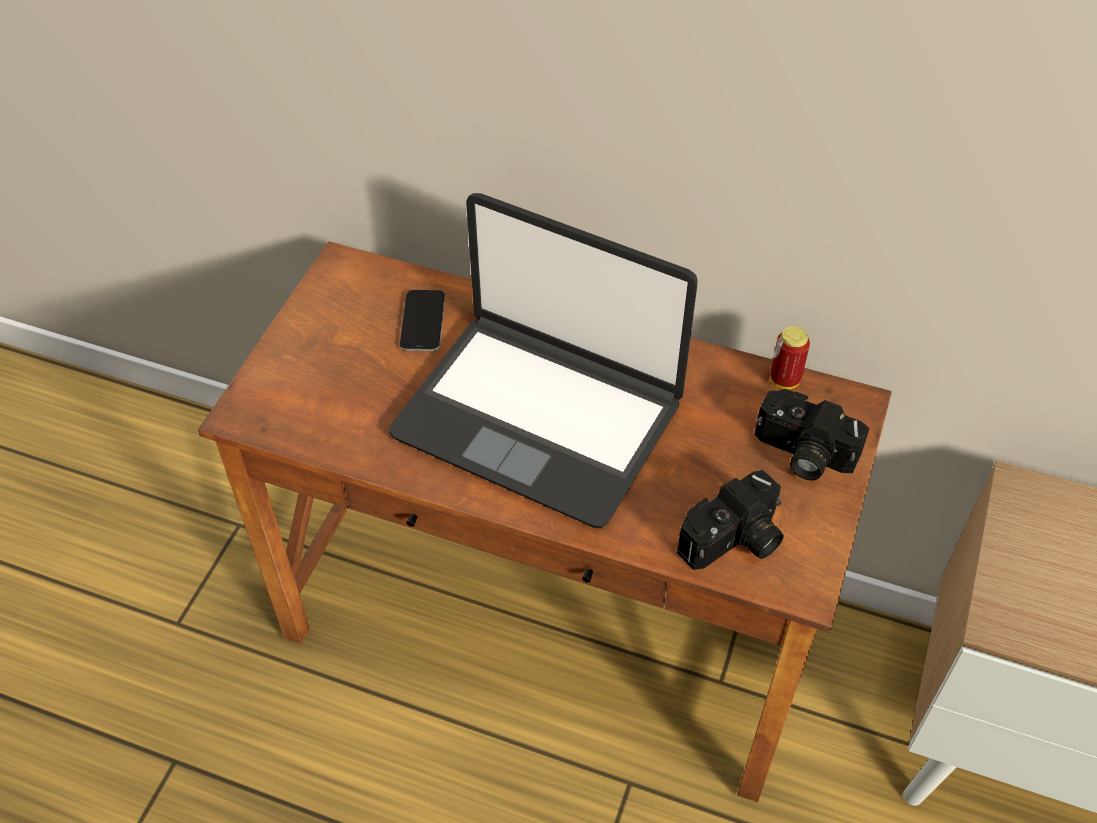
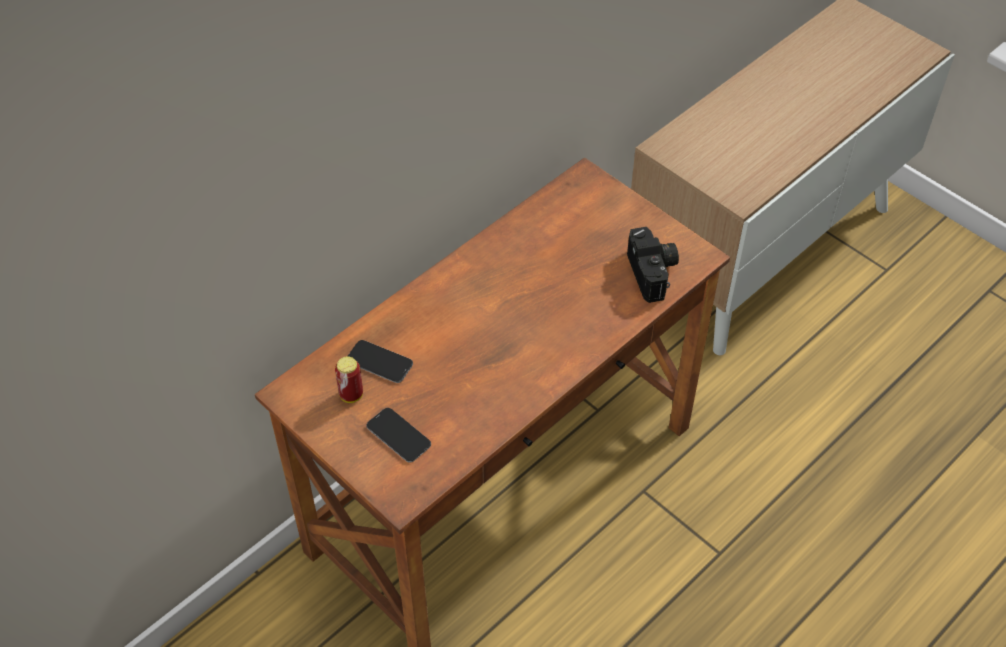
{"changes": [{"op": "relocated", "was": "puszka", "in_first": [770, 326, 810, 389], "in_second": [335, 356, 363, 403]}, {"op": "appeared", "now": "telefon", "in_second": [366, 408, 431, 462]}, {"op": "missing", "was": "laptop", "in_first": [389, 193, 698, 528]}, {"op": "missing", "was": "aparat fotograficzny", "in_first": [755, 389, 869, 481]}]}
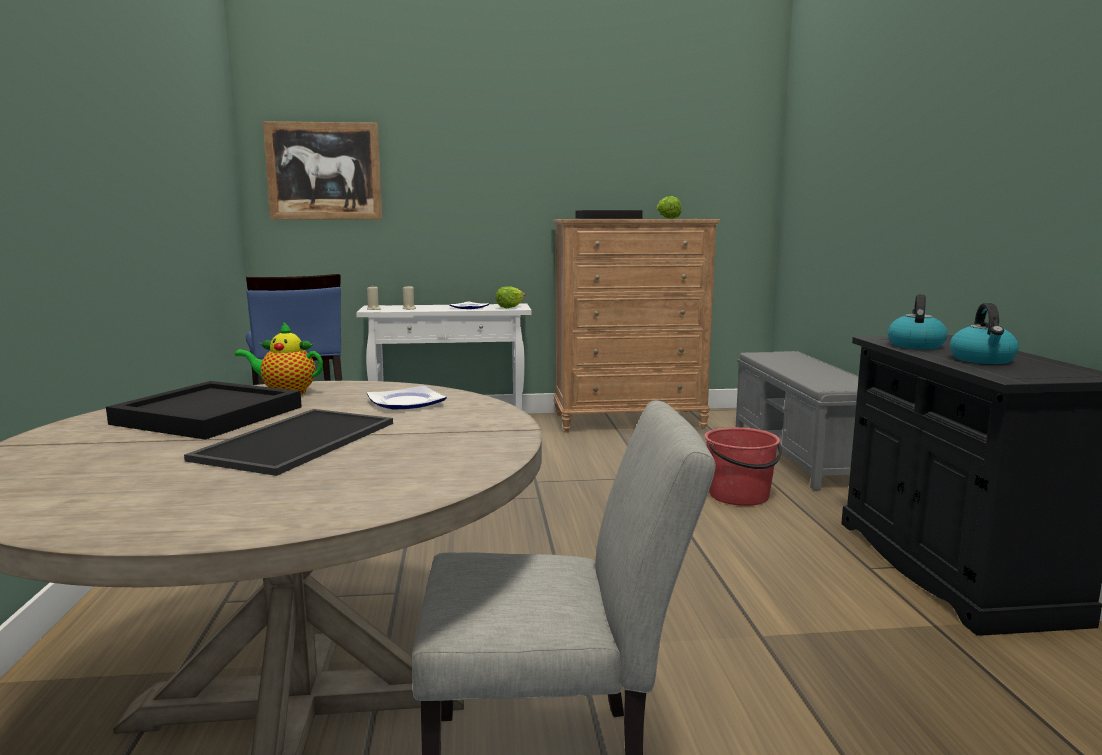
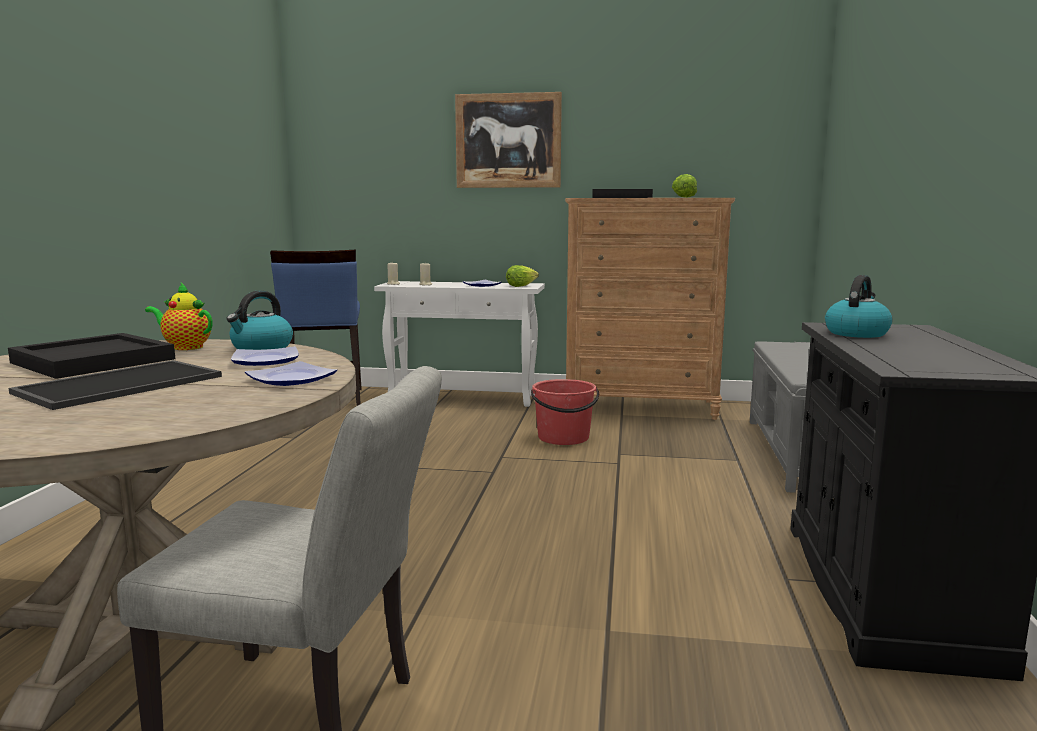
{"changes": [{"op": "relocated", "was": "czajnik", "in_first": [950, 303, 1019, 364], "in_second": [226, 291, 293, 350]}, {"op": "appeared", "now": "talerz", "in_second": [245, 361, 337, 386]}, {"op": "relocated", "was": "obraz", "in_first": [263, 121, 382, 219], "in_second": [455, 92, 562, 188]}, {"op": "relocated", "was": "wiadro [czerwony]", "in_first": [704, 427, 782, 506], "in_second": [531, 379, 599, 445]}]}
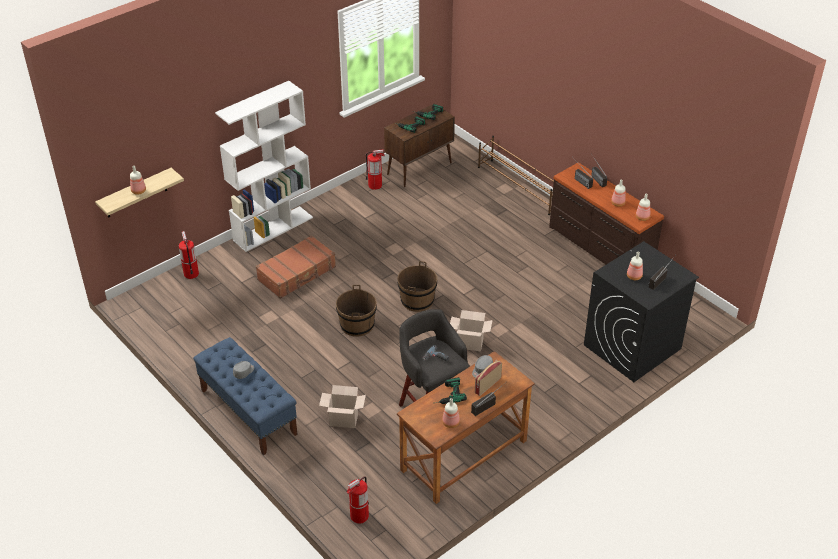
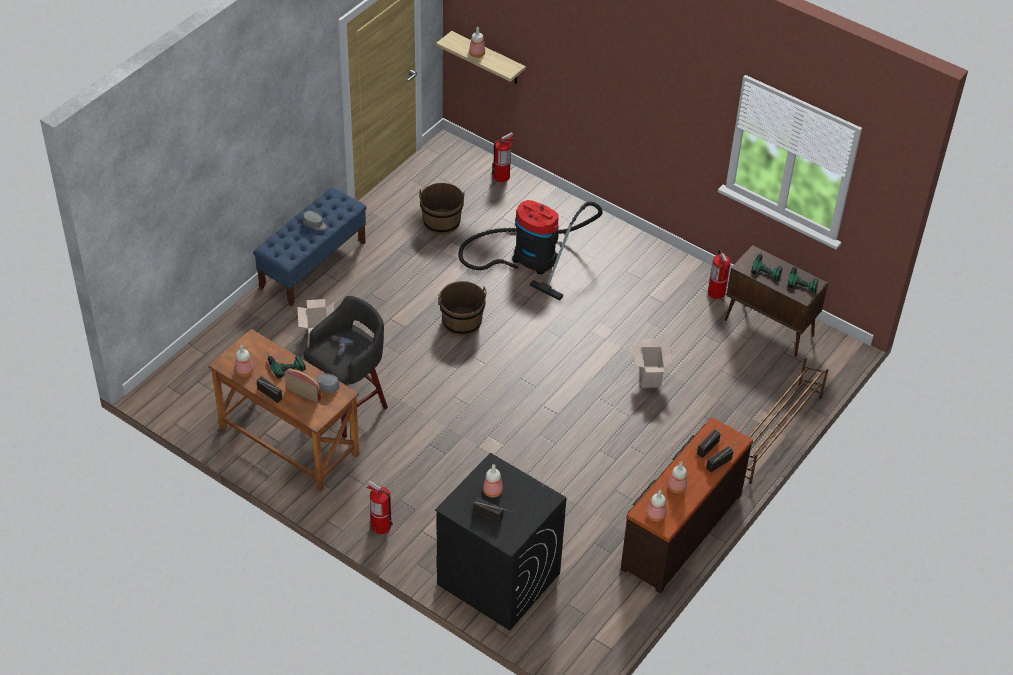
{"changes": [{"op": "relocated", "was": "gaśnica", "in_first": [346, 477, 369, 524], "in_second": [366, 480, 393, 534]}, {"op": "relocated", "was": "wiadro [brązowy]", "in_first": [398, 261, 437, 312], "in_second": [419, 183, 465, 234]}, {"op": "exchanged", "was": "walizka [brązowy]", "now": "odkurzacz", "in_first": [256, 235, 336, 299], "in_second": [458, 200, 603, 301]}, {"op": "relocated", "was": "karton", "in_first": [450, 310, 493, 351], "in_second": [633, 338, 673, 388]}, {"op": "missing", "was": "regał [biały]", "in_first": [215, 81, 313, 252]}]}
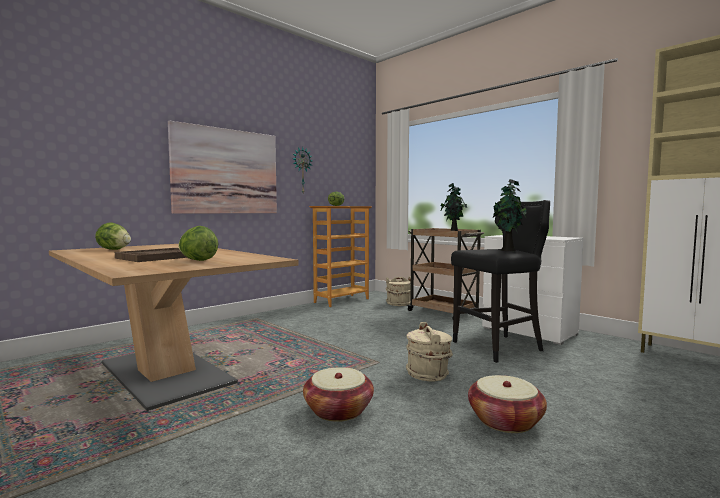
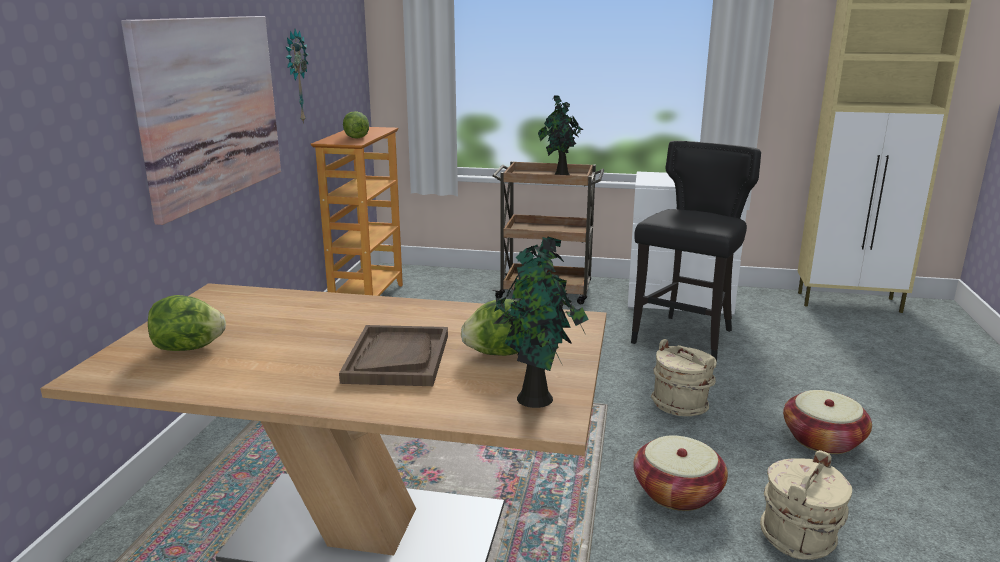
{"changes": [{"op": "relocated", "was": "roślina doniczkowa", "in_first": [493, 179, 527, 251], "in_second": [493, 236, 589, 408]}, {"op": "relocated", "was": "wiadro [beżowy]", "in_first": [386, 276, 411, 306], "in_second": [760, 450, 852, 560]}]}
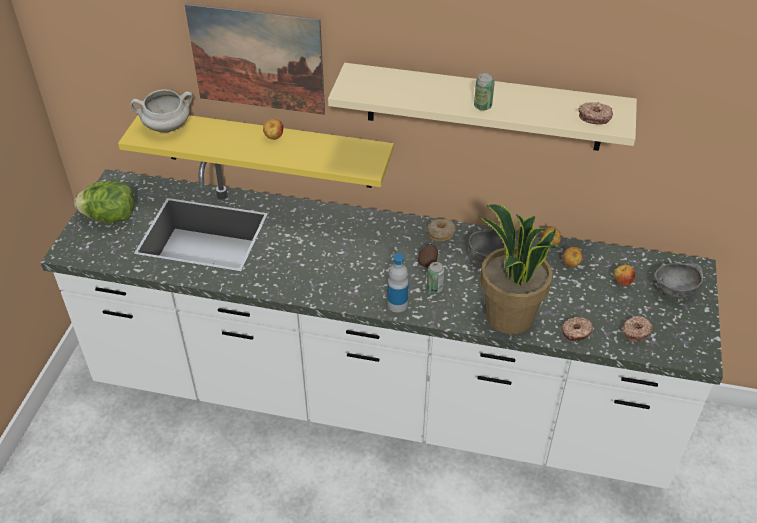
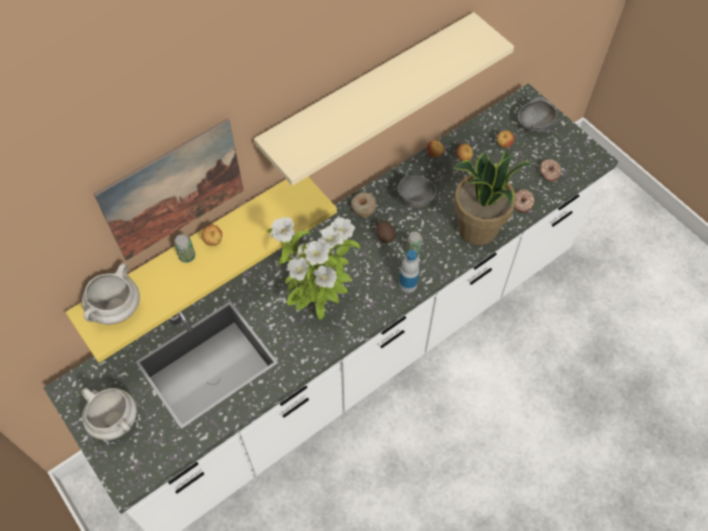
{"changes": [{"op": "exchanged", "was": "sałata", "now": "garnek [biały]", "in_first": [74, 180, 134, 223], "in_second": [81, 388, 137, 440]}, {"op": "relocated", "was": "puszka", "in_first": [474, 73, 495, 111], "in_second": [174, 234, 195, 263]}, {"op": "appeared", "now": "roślina doniczkowa", "in_second": [267, 217, 360, 320]}, {"op": "missing", "was": "donut", "in_first": [578, 102, 613, 124]}]}
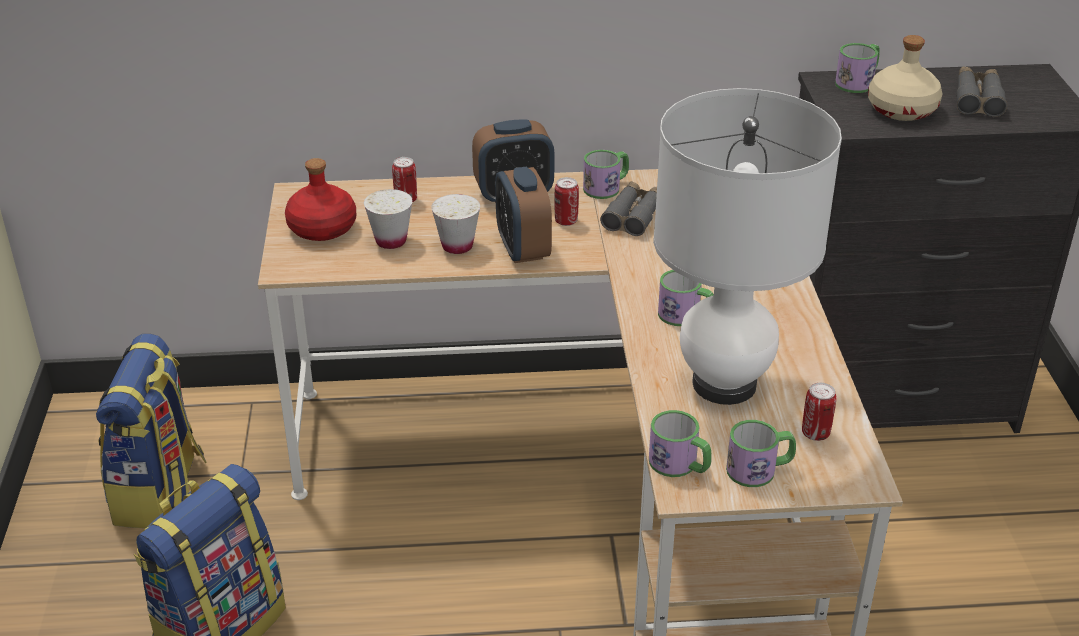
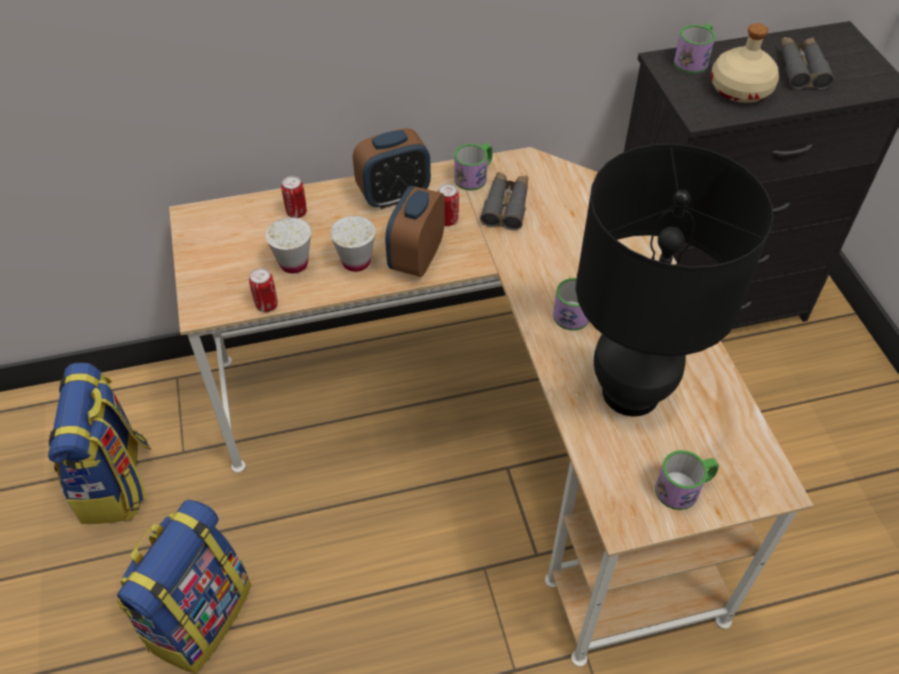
{"changes": [{"op": "relocated", "was": "puszka", "in_first": [802, 383, 837, 441], "in_second": [249, 268, 278, 312]}, {"op": "spun", "was": "budzik", "in_first": [495, 167, 552, 263], "in_second": [385, 186, 445, 277], "clockwise": 45}, {"op": "colour", "was": "lampa stołowa [biały]", "now": "lampa stołowa [czarny]", "in_first": [653, 88, 842, 405], "in_second": [576, 143, 774, 417]}, {"op": "missing", "was": "butelka [czerwony]", "in_first": [285, 158, 356, 241]}, {"op": "missing", "was": "kubek", "in_first": [649, 410, 712, 477]}]}
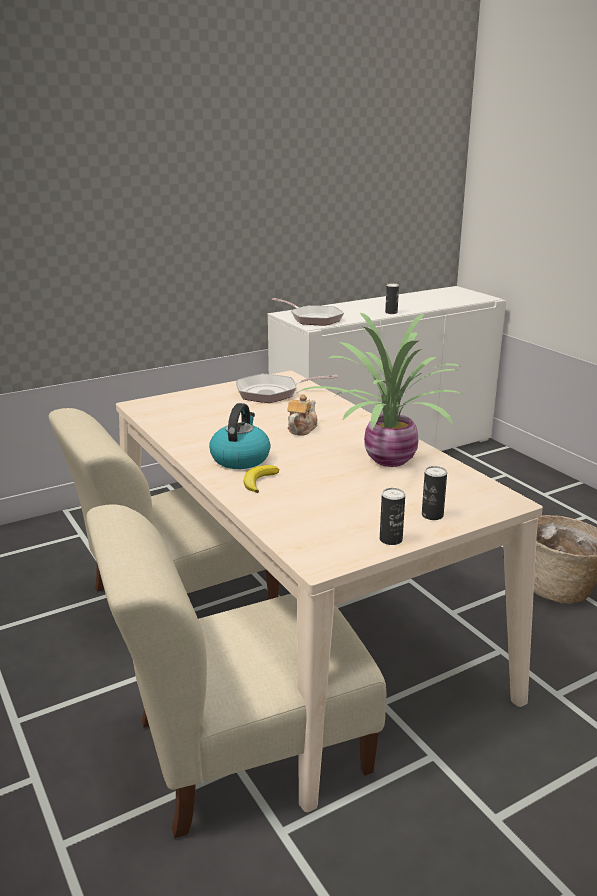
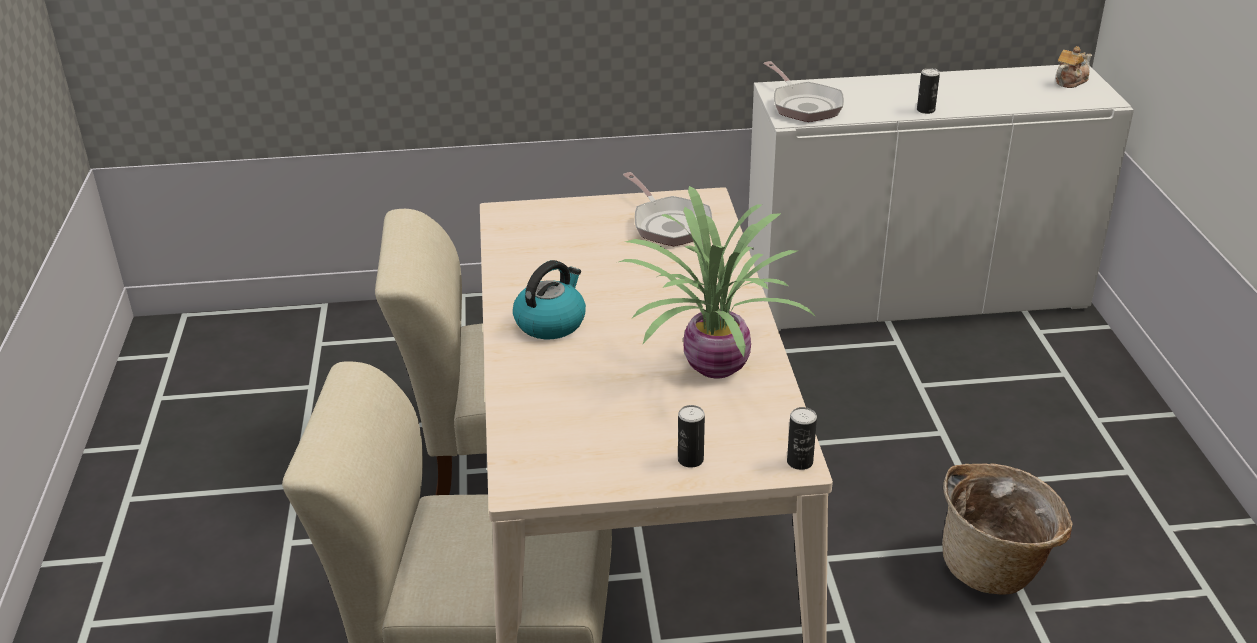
{"changes": [{"op": "spun", "was": "patelnia", "in_first": [236, 374, 338, 403], "in_second": [623, 172, 712, 246], "clockwise": -135}, {"op": "relocated", "was": "puszka", "in_first": [380, 488, 405, 545], "in_second": [787, 407, 817, 470]}, {"op": "relocated", "was": "imbryk", "in_first": [287, 394, 318, 436], "in_second": [1056, 46, 1092, 88]}, {"op": "missing", "was": "banan", "in_first": [244, 465, 279, 493]}]}
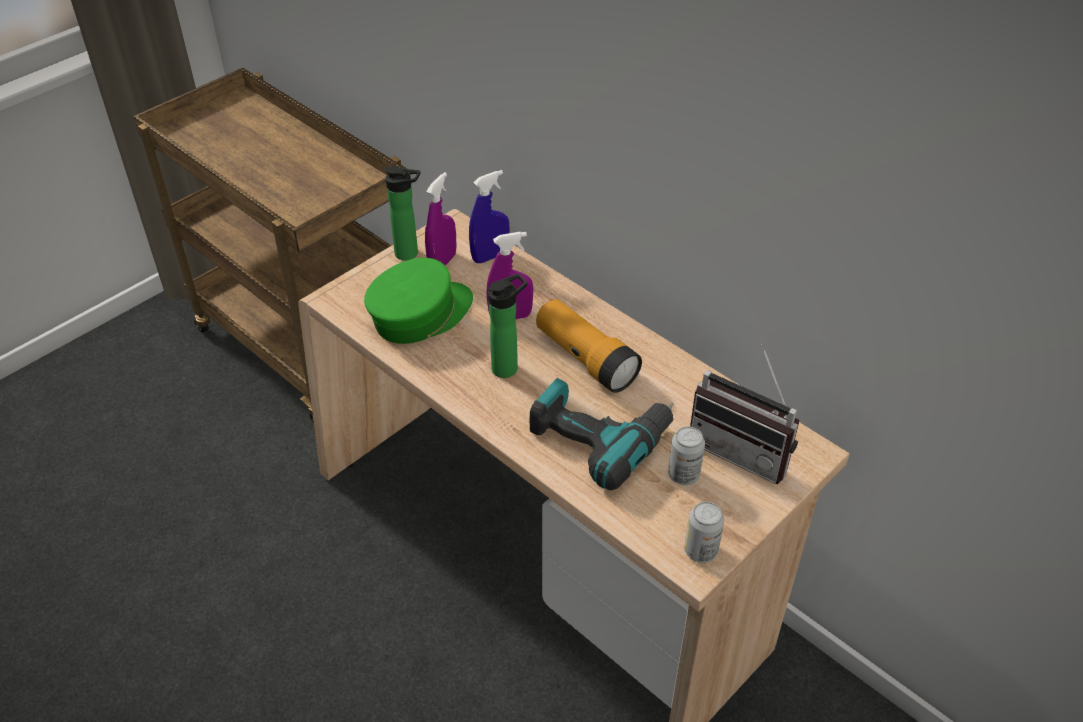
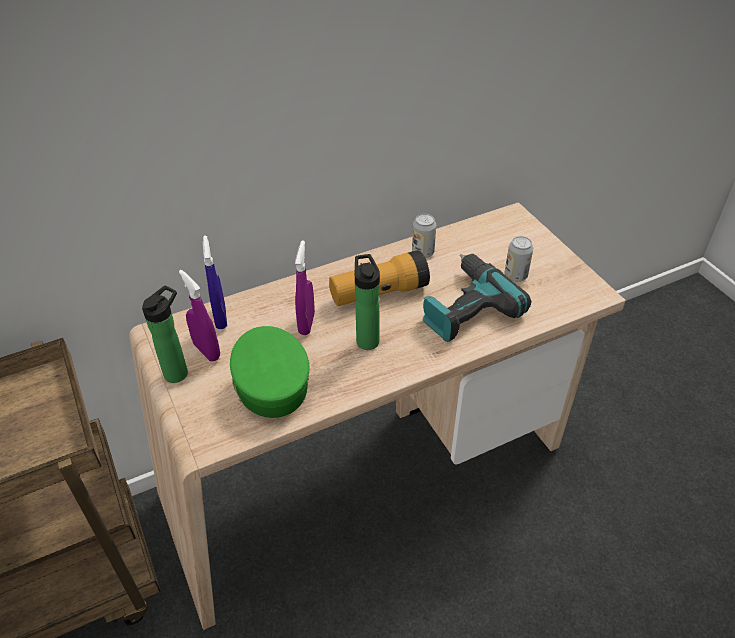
{"changes": [{"op": "relocated", "was": "puszka", "in_first": [684, 502, 724, 563], "in_second": [412, 214, 436, 258]}, {"op": "missing", "was": "radio", "in_first": [690, 344, 800, 484]}]}
